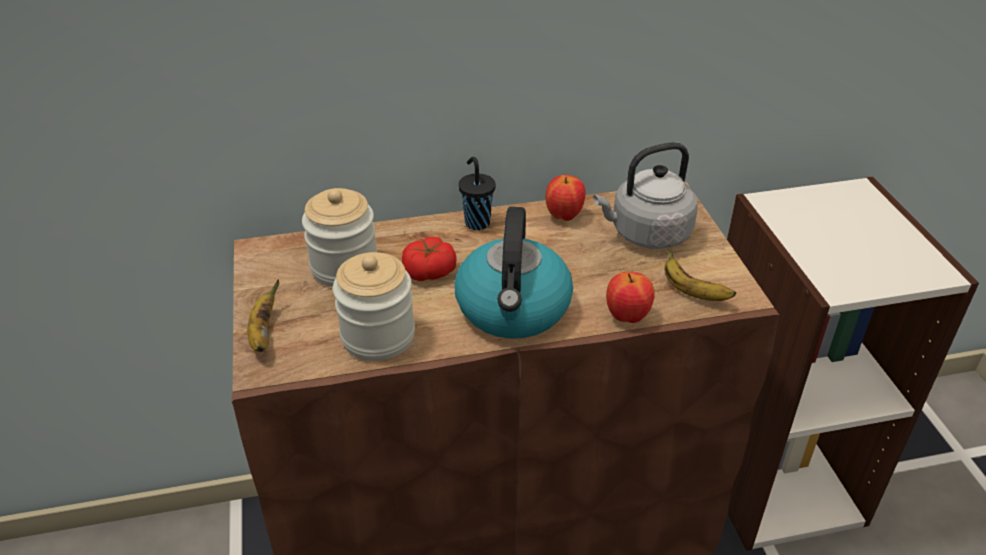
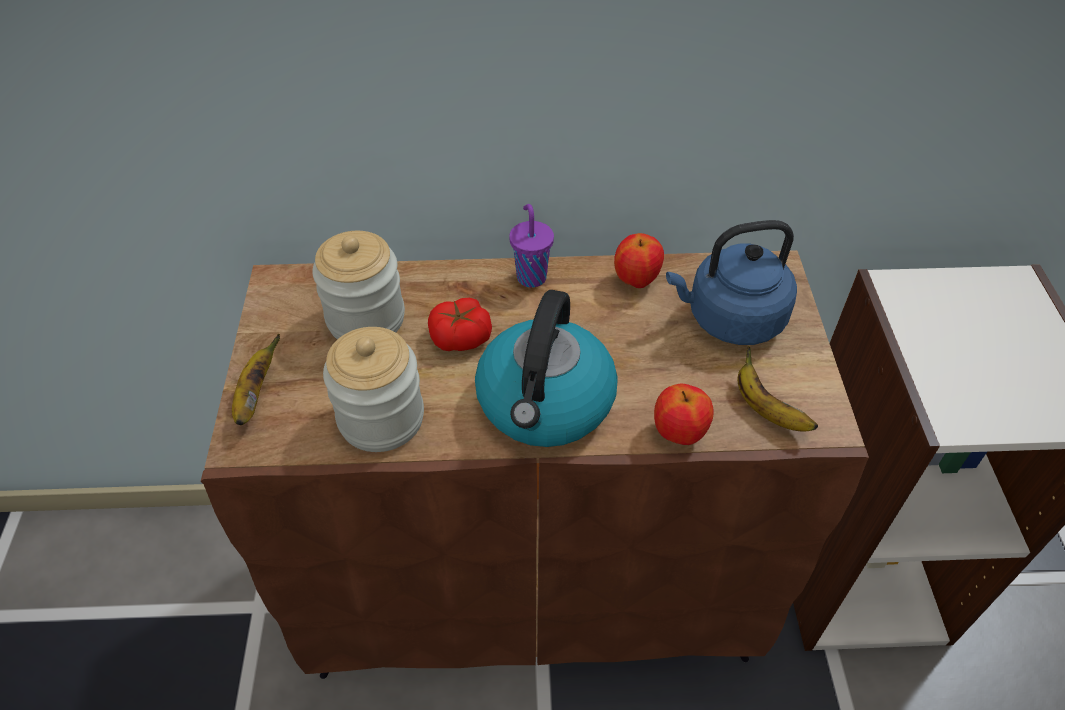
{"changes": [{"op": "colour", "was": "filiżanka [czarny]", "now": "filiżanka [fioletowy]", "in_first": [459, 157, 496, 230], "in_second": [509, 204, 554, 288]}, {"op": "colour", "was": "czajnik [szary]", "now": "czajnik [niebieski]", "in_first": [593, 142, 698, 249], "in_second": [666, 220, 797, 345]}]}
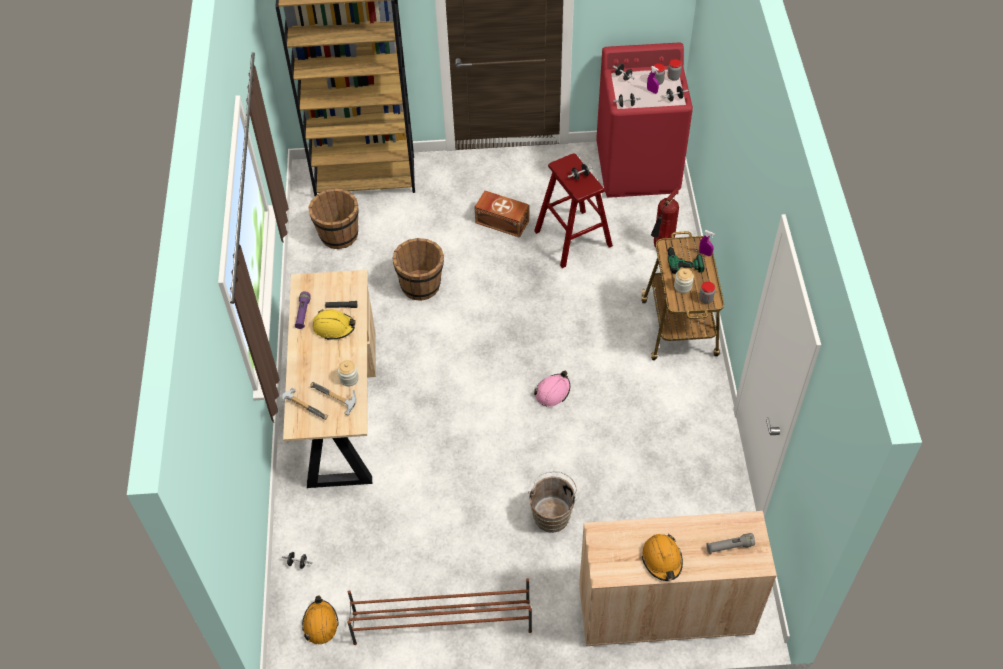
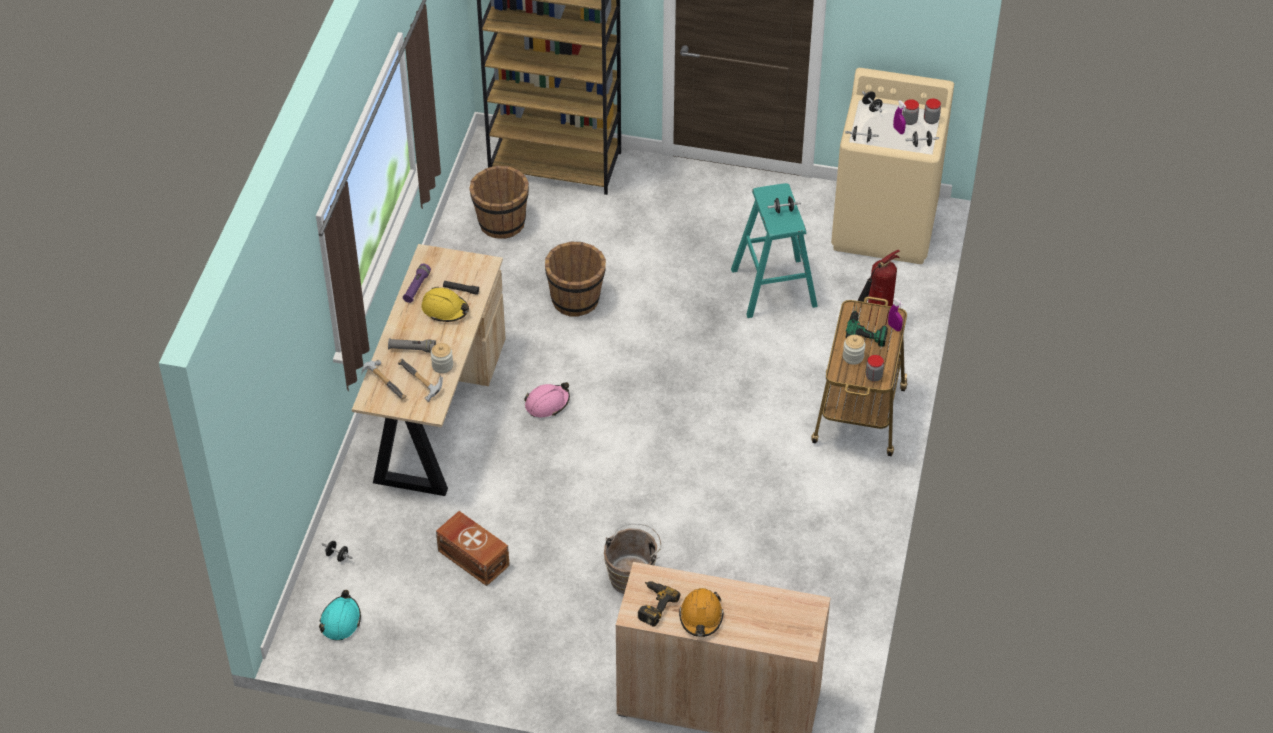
{"changes": [{"op": "colour", "was": "kask [pomarańczowy]", "now": "kask [turkusowy]", "in_first": [302, 596, 338, 644], "in_second": [319, 590, 361, 641]}, {"op": "relocated", "was": "latarka [szary]", "in_first": [706, 533, 755, 554], "in_second": [388, 338, 436, 353]}, {"op": "relocated", "was": "pojemnik do przechowywania [brązowy]", "in_first": [475, 191, 529, 238], "in_second": [436, 511, 510, 586]}, {"op": "relocated", "was": "kask [różowy]", "in_first": [534, 371, 570, 406], "in_second": [524, 382, 570, 417]}, {"op": "appeared", "now": "wiertarka", "in_second": [638, 581, 680, 627]}, {"op": "colour", "was": "stołek [czerwony]", "now": "stołek [turkusowy]", "in_first": [534, 153, 613, 268], "in_second": [731, 183, 818, 318]}, {"op": "colour", "was": "pralka [czerwony]", "now": "pralka [beżowy]", "in_first": [596, 43, 693, 198], "in_second": [831, 68, 954, 264]}, {"op": "missing", "was": "regał na buty [brązowy]", "in_first": [347, 578, 532, 645]}]}
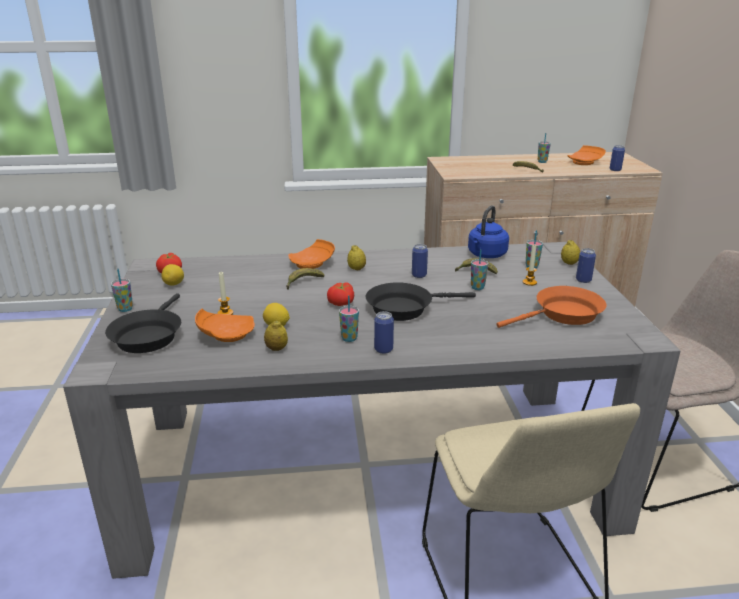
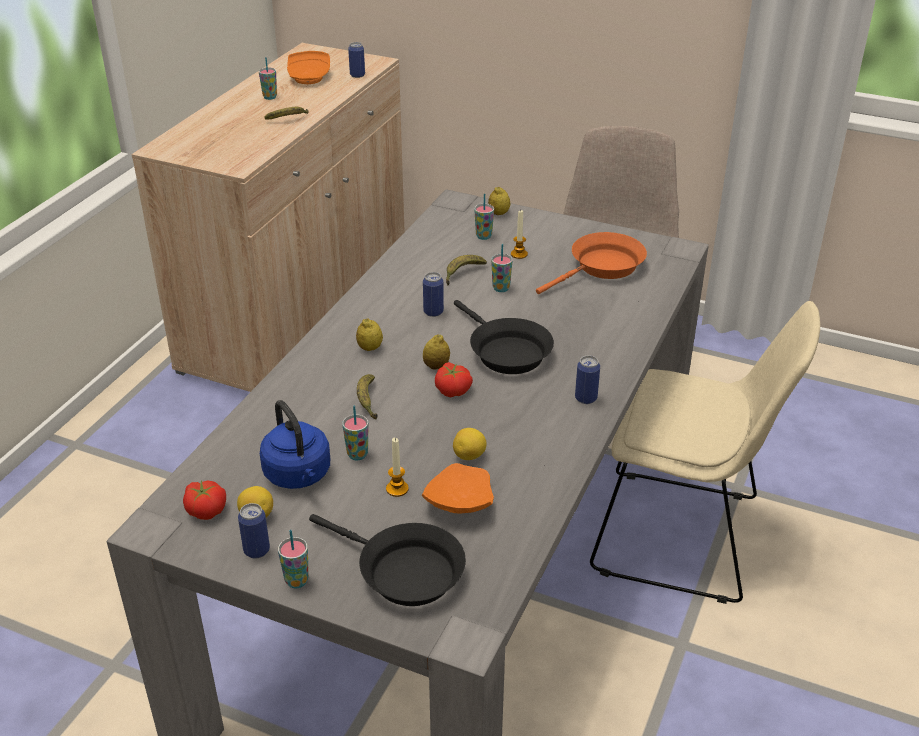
{"changes": [{"op": "relocated", "was": "puszka", "in_first": [576, 248, 596, 283], "in_second": [238, 503, 270, 558]}, {"op": "relocated", "was": "czajnik [niebieski]", "in_first": [468, 205, 509, 258], "in_second": [260, 400, 330, 489]}, {"op": "relocated", "was": "filiżanka", "in_first": [339, 295, 359, 342], "in_second": [342, 405, 368, 460]}, {"op": "relocated", "was": "cytryna", "in_first": [264, 320, 288, 351], "in_second": [423, 334, 450, 369]}, {"op": "spun", "was": "patelnia [czarny]", "in_first": [366, 283, 476, 321], "in_second": [454, 300, 554, 374], "clockwise": -45}, {"op": "spun", "was": "patelnia [pomarańczowy]", "in_first": [497, 286, 607, 328], "in_second": [536, 232, 647, 294], "clockwise": 45}, {"op": "missing", "was": "talerz [pomarańczowy]", "in_first": [288, 239, 335, 269]}]}
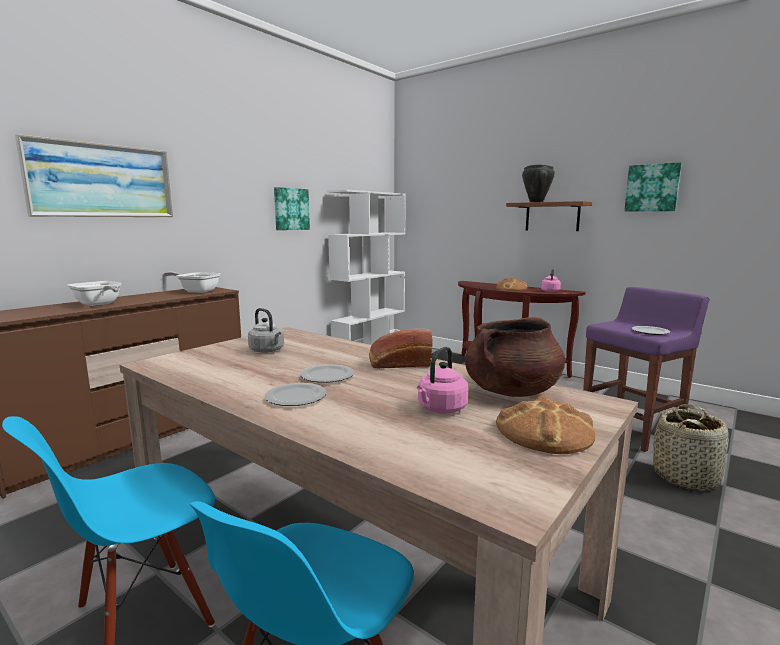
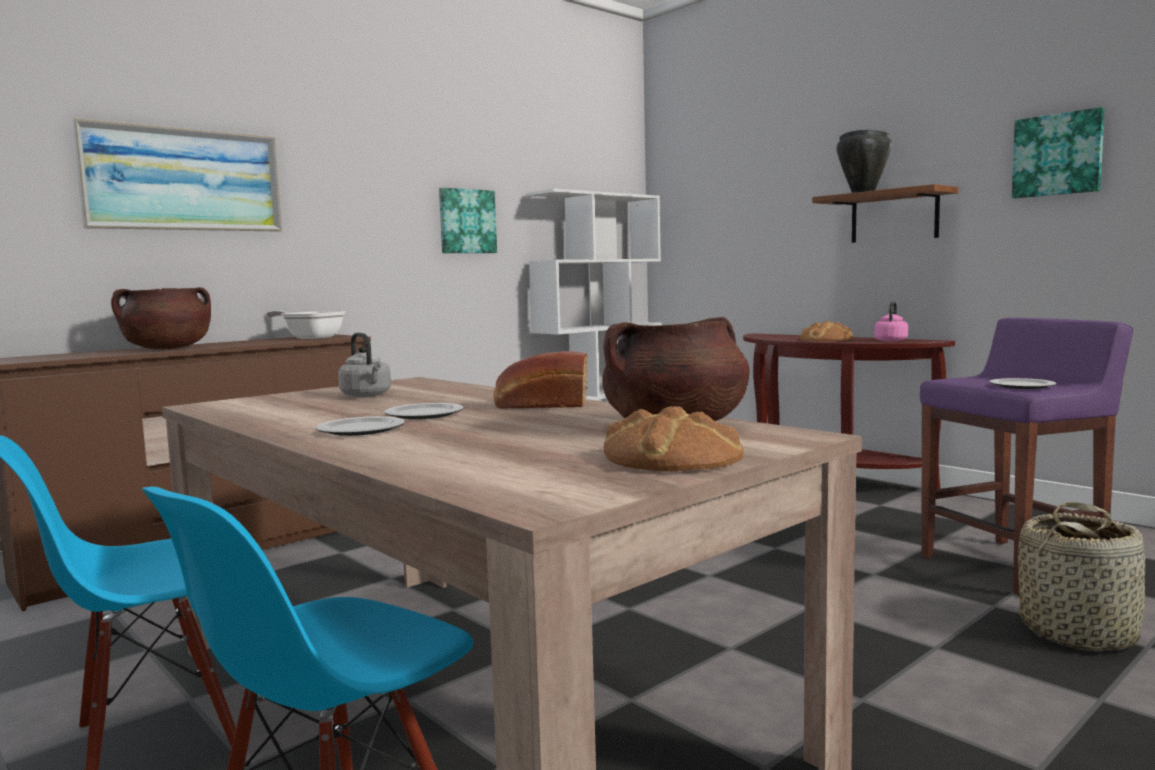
{"changes": [{"op": "exchanged", "was": "patelnia", "now": "garnek [brązowy]", "in_first": [68, 281, 122, 306], "in_second": [111, 287, 211, 349]}, {"op": "missing", "was": "czajnik [różowy]", "in_first": [417, 347, 468, 413]}]}
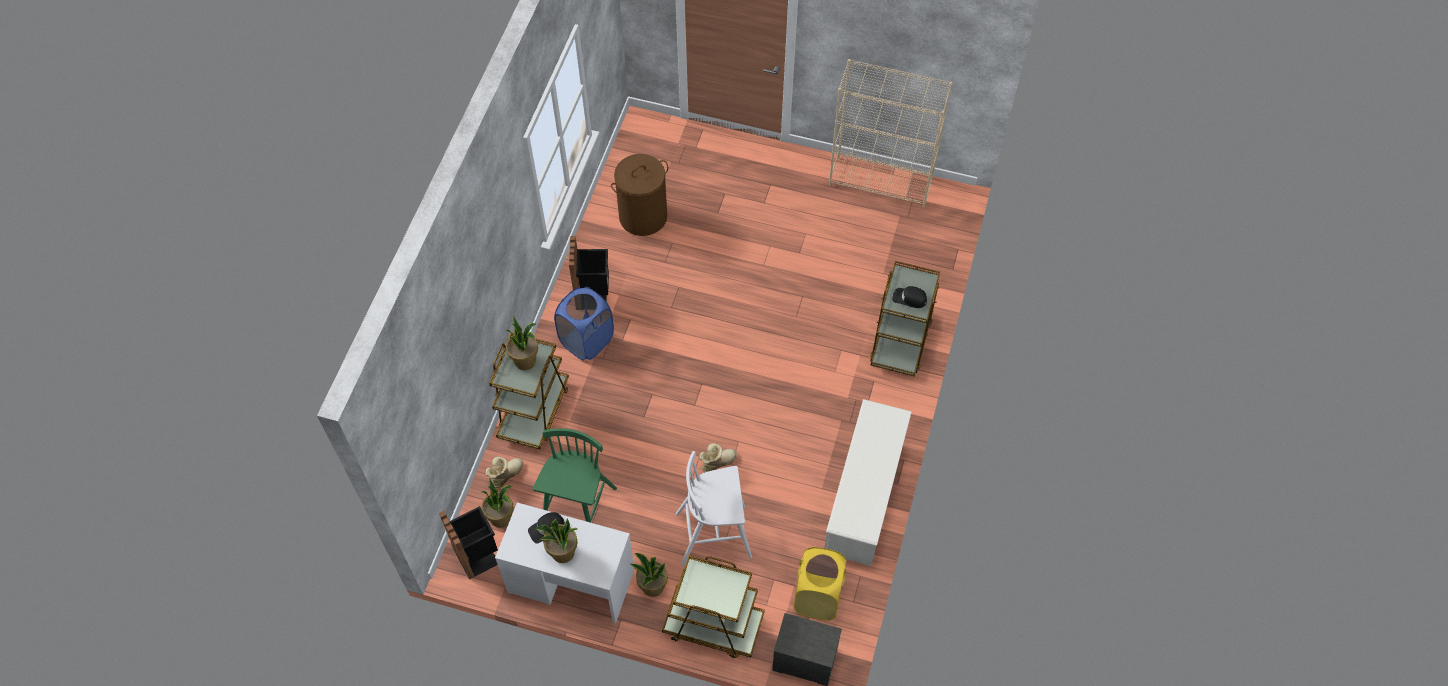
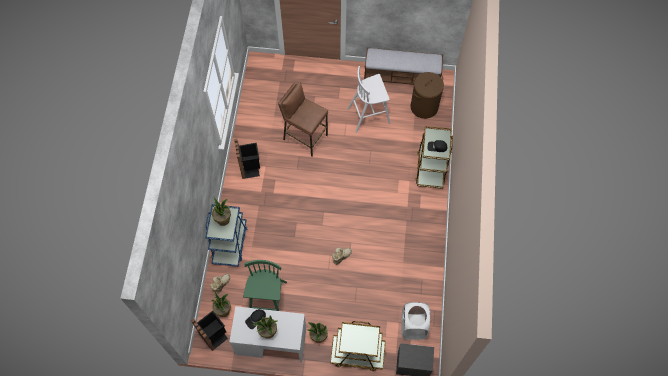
{"changes": [{"op": "colour", "was": "wózek [brązowy]", "now": "wózek [niebieski]", "in_first": [489, 332, 569, 449], "in_second": [205, 204, 248, 267]}, {"op": "appeared", "now": "stołek [brązowy]", "in_second": [278, 82, 328, 157]}, {"op": "relocated", "was": "stołek [biały]", "in_first": [676, 451, 752, 566], "in_second": [347, 66, 391, 133]}, {"op": "exchanged", "was": "regał [beżowy]", "now": "ławka", "in_first": [829, 59, 952, 208], "in_second": [364, 48, 443, 85]}, {"op": "colour", "was": "kosz na pranie [żółty]", "now": "kosz na pranie [biały]", "in_first": [794, 547, 847, 621], "in_second": [401, 302, 431, 340]}, {"op": "relocated", "was": "kosz na pranie [brązowy]", "in_first": [611, 154, 668, 236], "in_second": [410, 72, 444, 119]}, {"op": "missing", "was": "kosz na pranie [niebieski]", "in_first": [554, 287, 614, 361]}, {"op": "missing", "was": "regał na buty [biały]", "in_first": [824, 399, 912, 566]}]}
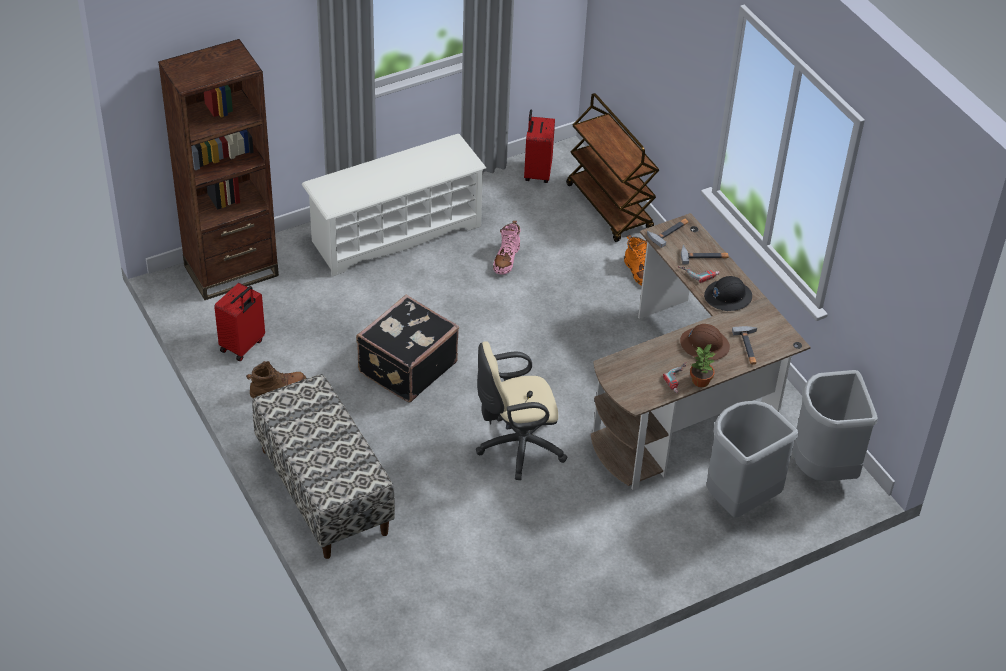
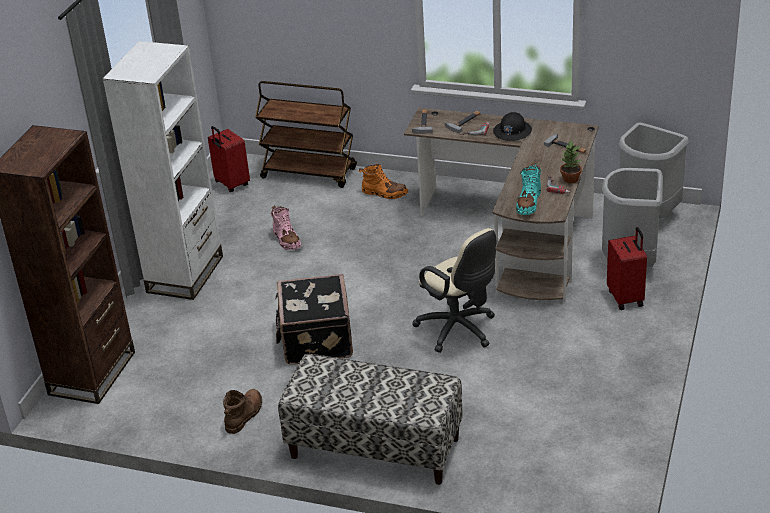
{"changes": [{"op": "exchanged", "was": "regał na buty [biały]", "now": "regał [biały]", "in_first": [302, 134, 486, 277], "in_second": [103, 41, 223, 300]}, {"op": "spun", "was": "krzesło biurowe [beżowy]", "in_first": [476, 341, 567, 480], "in_second": [412, 228, 496, 353], "clockwise": -75}, {"op": "appeared", "now": "but z cholewką [turkusowy]", "in_second": [516, 163, 541, 215]}, {"op": "relocated", "was": "walizka [czerwony]", "in_first": [214, 283, 265, 361], "in_second": [607, 227, 647, 310]}, {"op": "missing", "was": "kask [brązowy]", "in_first": [680, 324, 730, 360]}]}
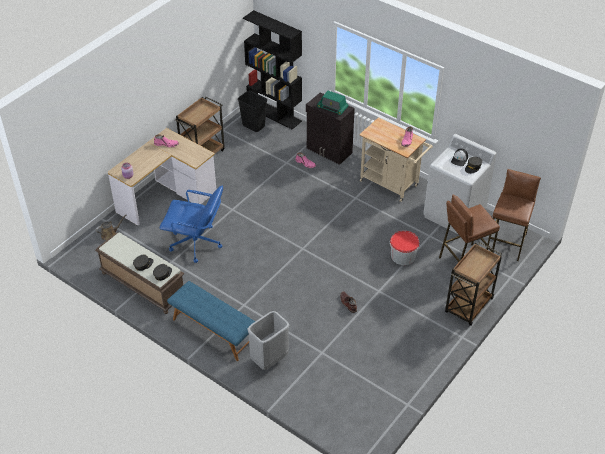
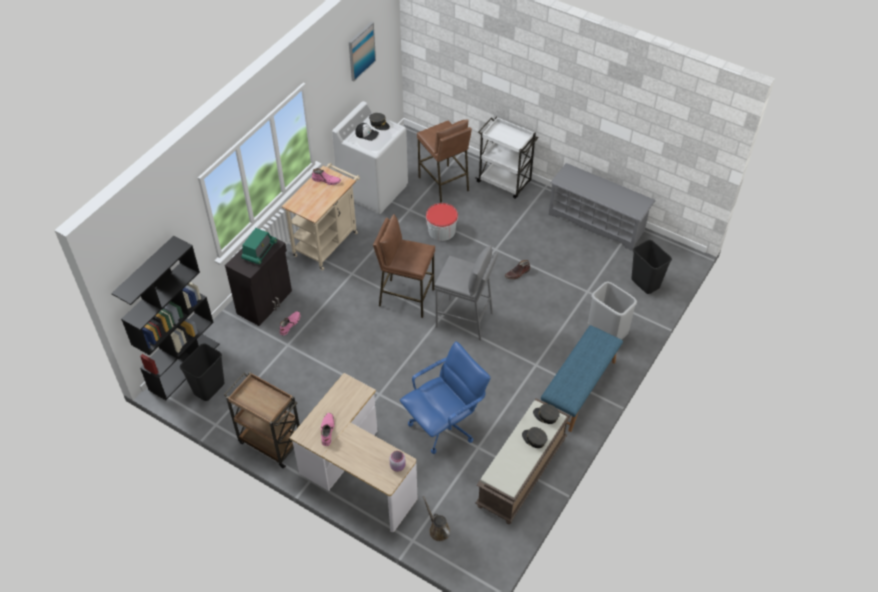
{"changes": [{"op": "appeared", "now": "obraz", "in_second": [349, 22, 376, 81]}, {"op": "relocated", "was": "stołek [brązowy]", "in_first": [487, 169, 541, 261], "in_second": [373, 214, 435, 318]}, {"op": "spun", "was": "krzesło biurowe [niebieski]", "in_first": [160, 186, 223, 263], "in_second": [400, 341, 490, 454], "clockwise": 45}, {"op": "appeared", "now": "stołek [szary]", "in_second": [434, 245, 498, 340]}, {"op": "colour", "was": "wózek [brązowy]", "now": "wózek [biały]", "in_first": [445, 242, 502, 326], "in_second": [476, 117, 539, 199]}, {"op": "appeared", "now": "regał na buty [szary]", "in_second": [549, 163, 655, 251]}, {"op": "appeared", "now": "kosz na śmieci [czarny]", "in_second": [631, 240, 672, 294]}]}
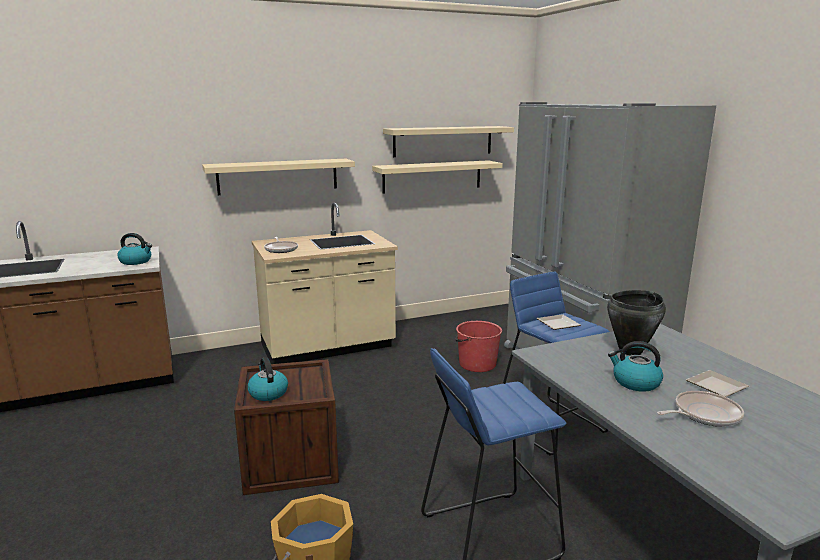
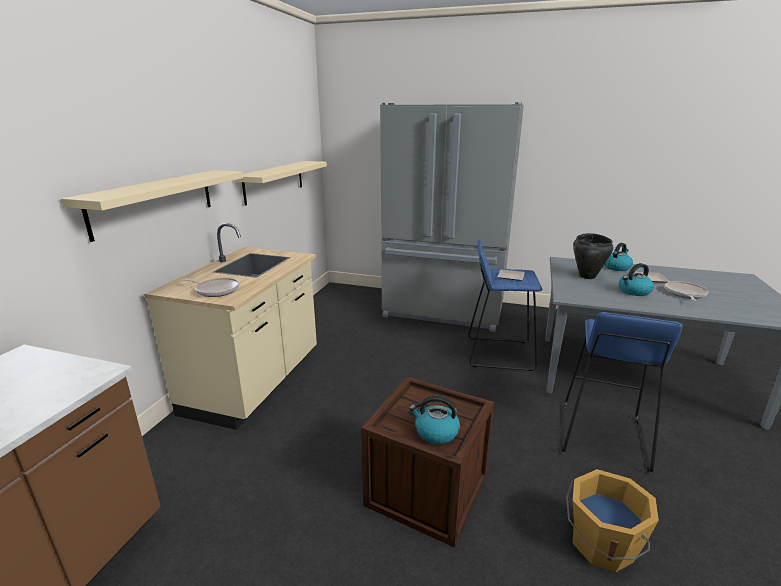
{"changes": [{"op": "relocated", "was": "czajnik", "in_first": [117, 233, 152, 265], "in_second": [604, 243, 633, 271]}, {"op": "missing", "was": "półka [beżowy]", "in_first": [383, 126, 514, 157]}, {"op": "missing", "was": "wiadro [czerwony]", "in_first": [455, 321, 502, 372]}]}
